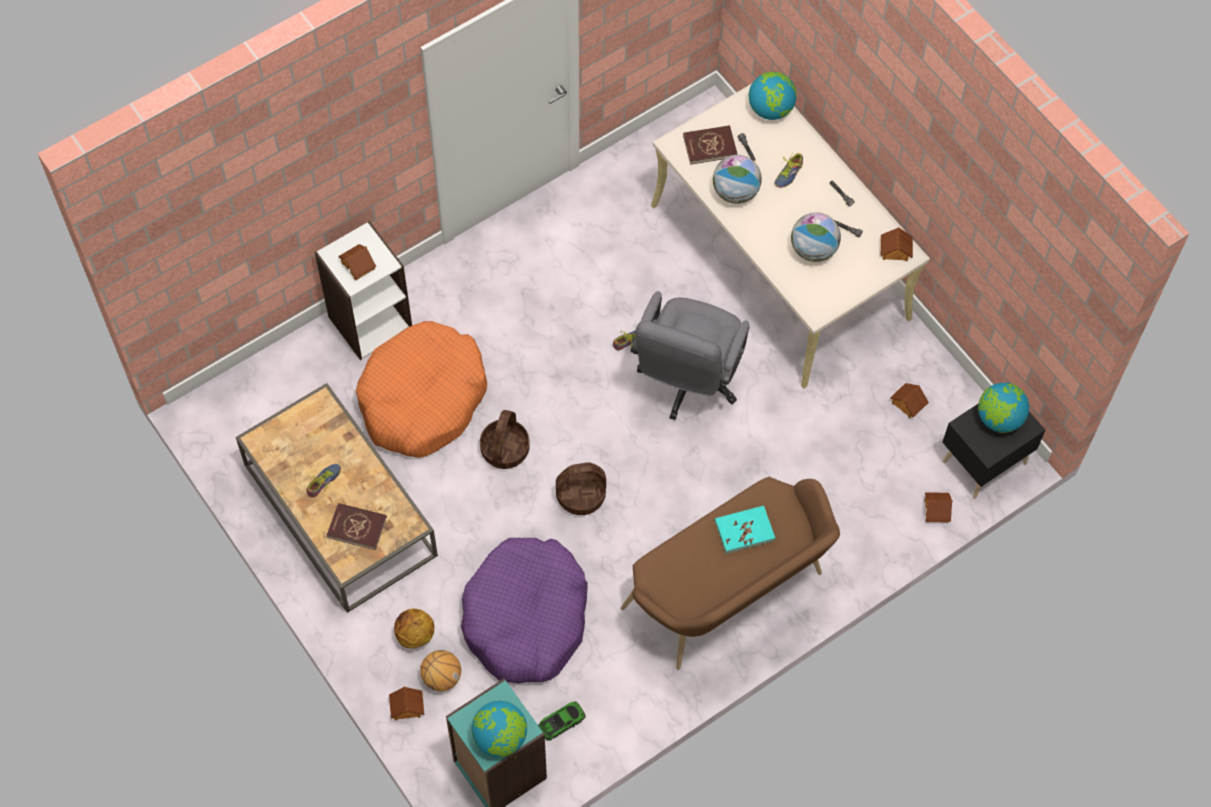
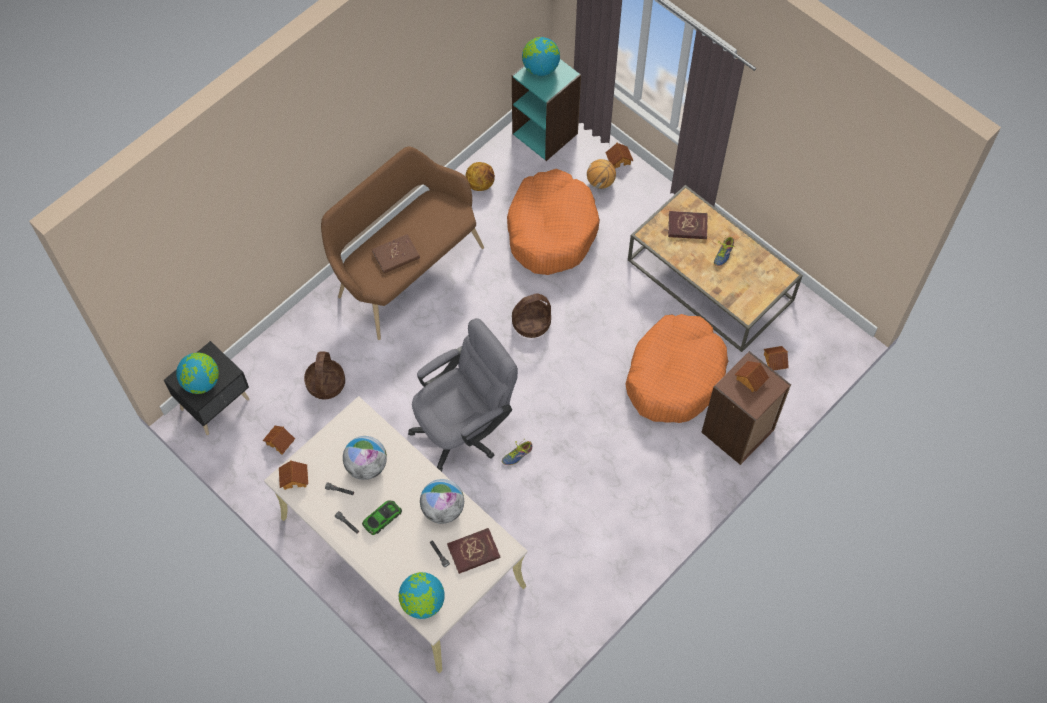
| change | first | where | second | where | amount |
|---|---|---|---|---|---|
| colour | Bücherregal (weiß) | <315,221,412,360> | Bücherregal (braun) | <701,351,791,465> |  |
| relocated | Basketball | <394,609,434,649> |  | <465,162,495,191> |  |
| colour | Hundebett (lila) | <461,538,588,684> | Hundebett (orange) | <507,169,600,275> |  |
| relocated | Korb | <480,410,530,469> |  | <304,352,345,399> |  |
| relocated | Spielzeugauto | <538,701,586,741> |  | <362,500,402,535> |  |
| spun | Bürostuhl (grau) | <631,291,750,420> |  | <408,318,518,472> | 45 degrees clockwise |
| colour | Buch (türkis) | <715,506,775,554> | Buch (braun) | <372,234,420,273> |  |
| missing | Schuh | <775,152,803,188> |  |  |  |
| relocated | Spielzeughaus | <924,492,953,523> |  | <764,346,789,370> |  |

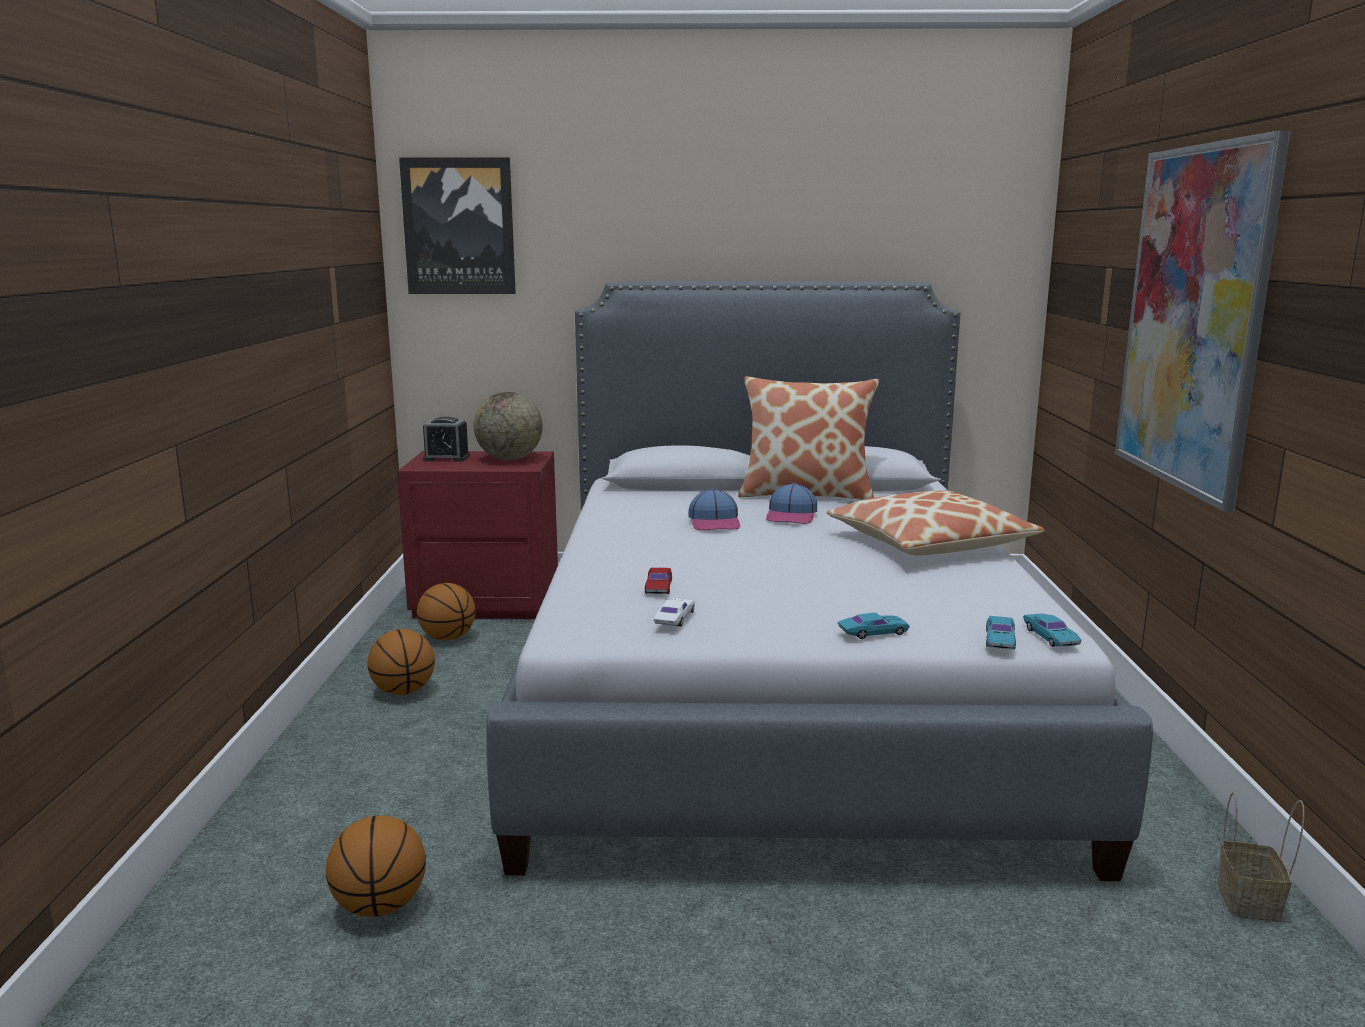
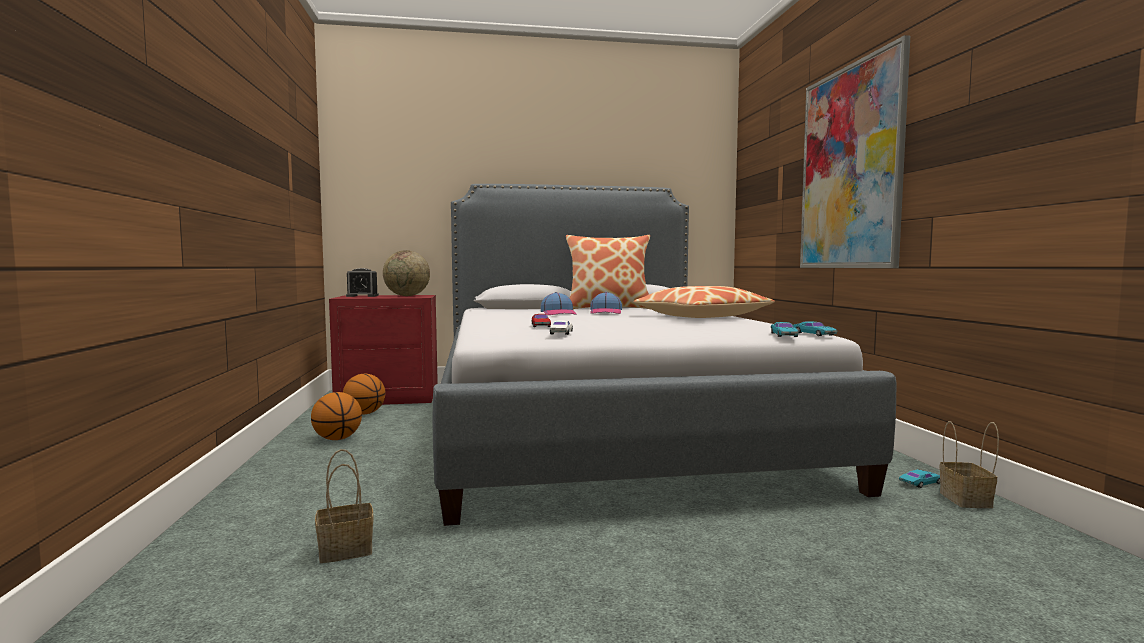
| change | first | where | second | where | amount |
|---|---|---|---|---|---|
| exchanged | Basketball | <326,815,426,917> | Korb | <315,449,374,563> |  |
| missing | Bild | <399,157,516,294> |  |  |  |
| relocated | Spielzeugauto (türkis) | <838,612,909,639> |  | <899,469,940,488> |  |

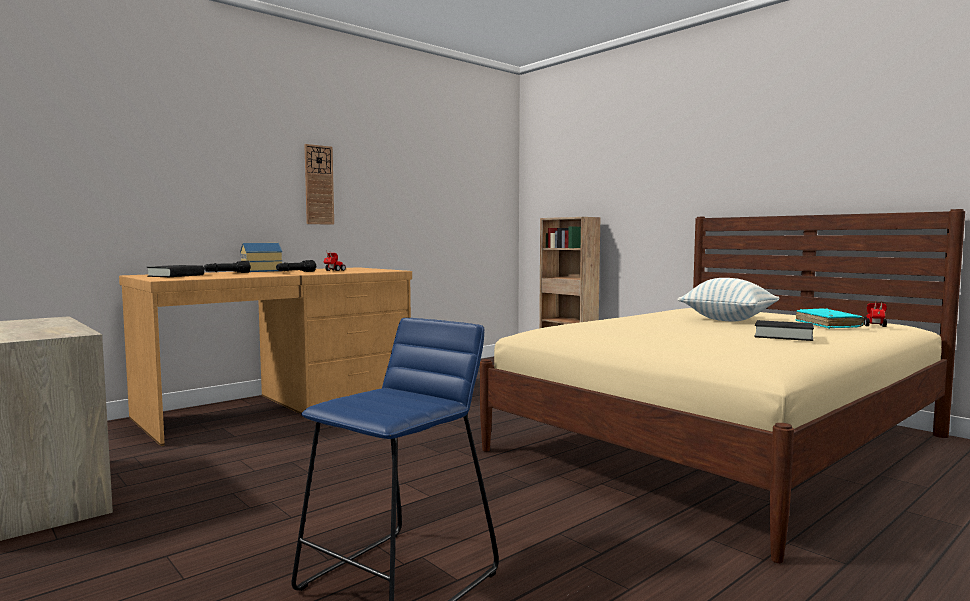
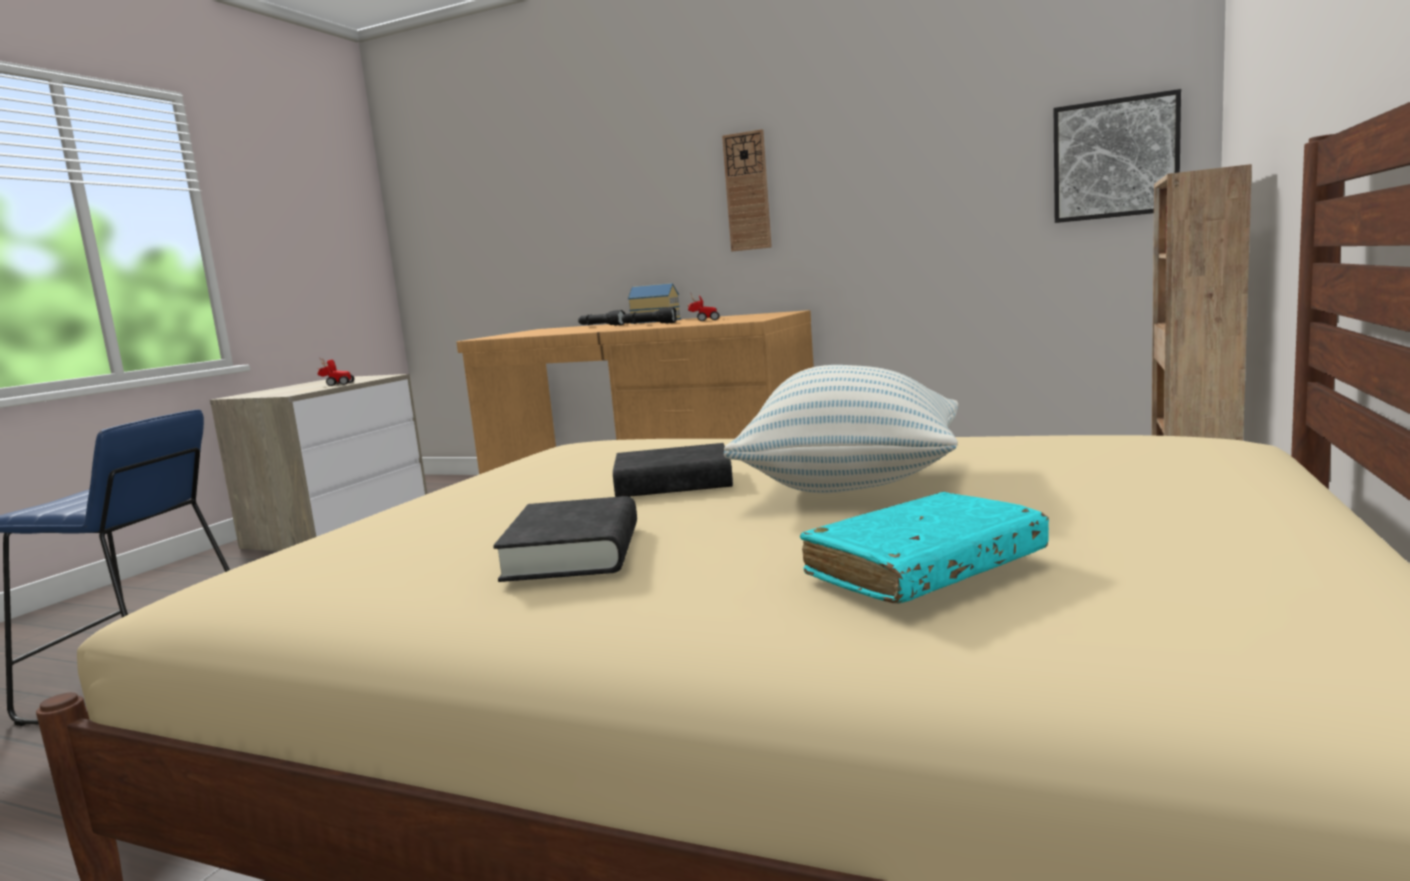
| change | first | where | second | where | amount |
|---|---|---|---|---|---|
| relocated | Buch (schwarz) | <147,265,204,277> |  | <613,443,733,497> |  |
| relocated | Spielzeugauto | <864,302,887,327> |  | <317,358,354,386> |  |
| appeared |  |  | Bild | <1054,89,1181,223> |  |

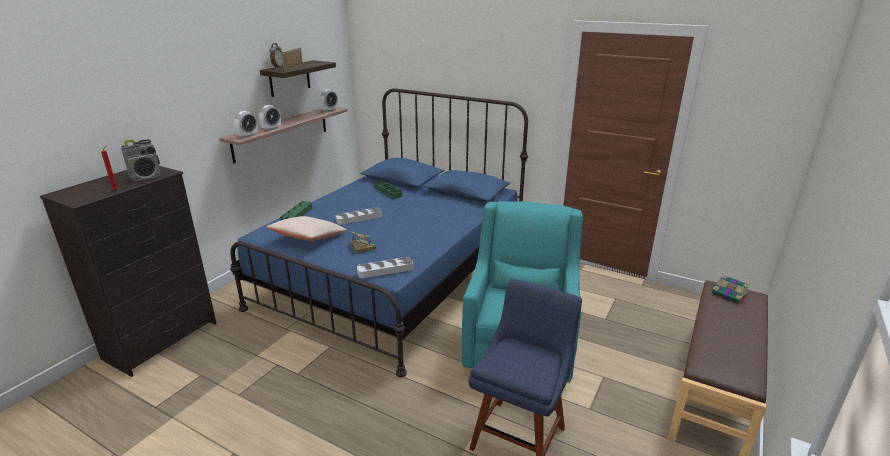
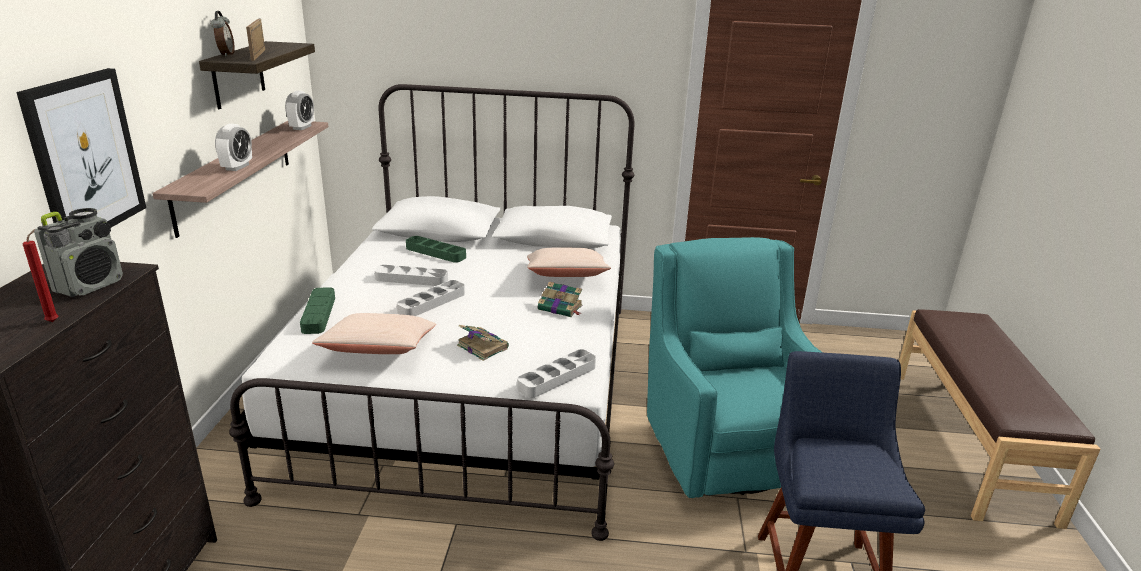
| change | first | where | second | where | amount |
|---|---|---|---|---|---|
| colour | Bett (blau) | <230,88,528,377> | Bett (weiß) | <229,84,634,541> |  |
| missing | Wecker | <234,111,258,138> |  |  |  |
| relocated | Buch | <712,275,750,304> |  | <538,281,583,317> |  |
| appeared |  |  | Bild | <16,68,146,227> |  |
| appeared |  |  | Tablett (grau) | <375,265,448,286> |  |
| appeared |  |  | Kissen (beige) | <527,248,611,277> |  |

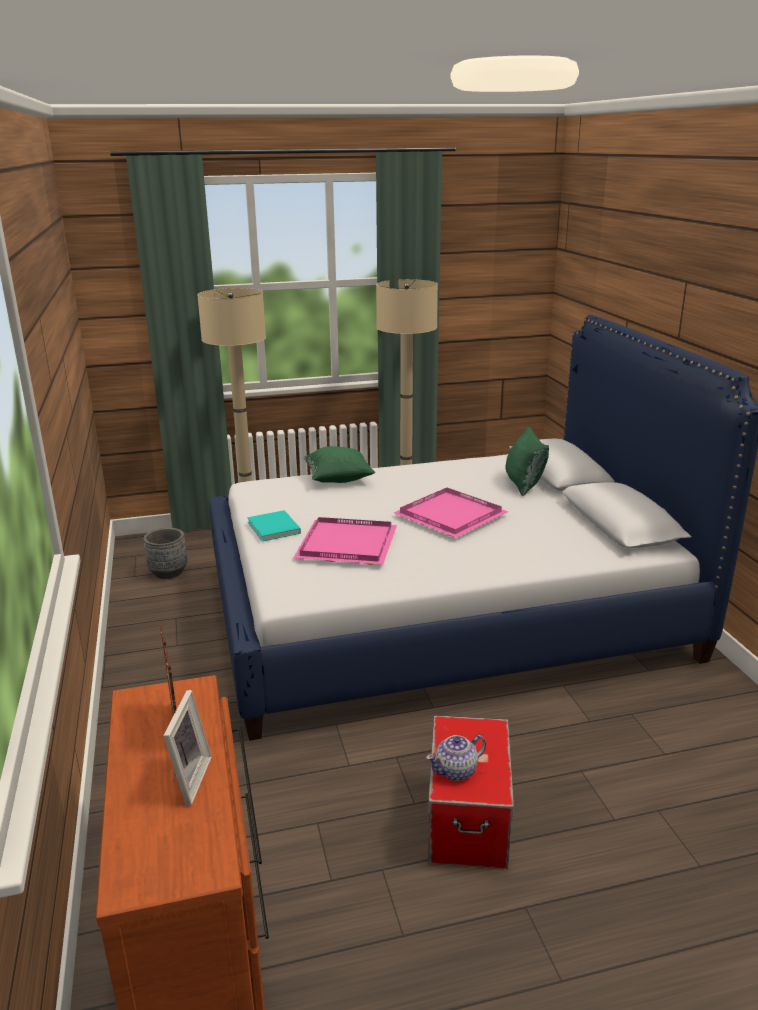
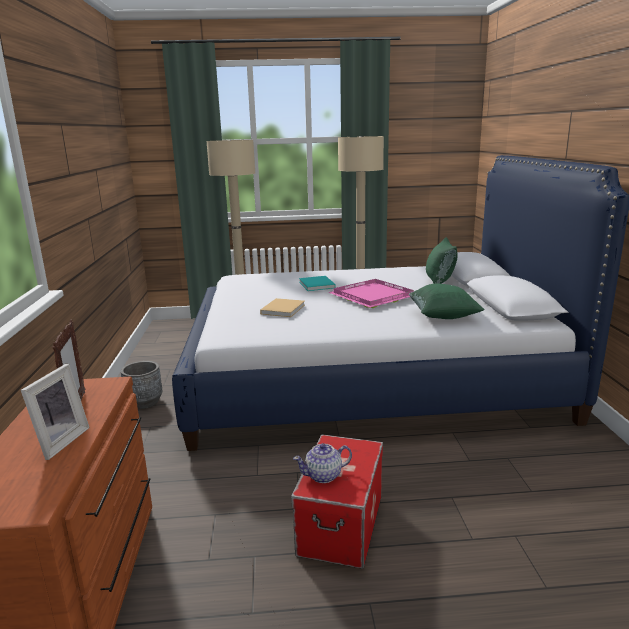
| change | first | where | second | where | amount |
|---|---|---|---|---|---|
| relocated | Pflanzkübel (grau) | <144,528,187,579> |  | <121,361,162,409> |  |
| relocated | Buch (türkis) | <247,510,301,542> |  | <299,276,336,291> |  |
| exchanged | Tablett (rosa) | <293,517,397,565> | Buch (beige) | <260,298,305,317> |  |
| relocated | Kissen (grün) | <303,446,375,483> |  | <408,284,485,319> |  |

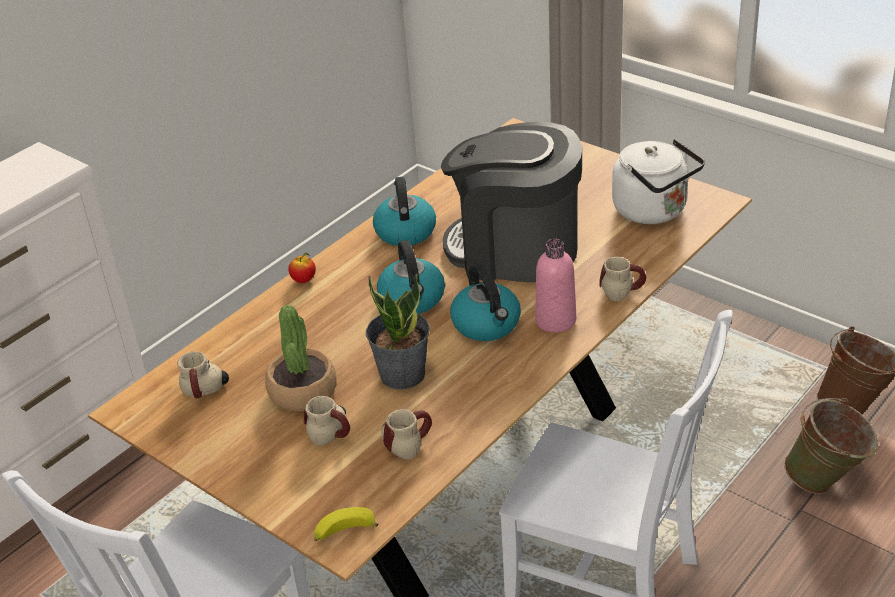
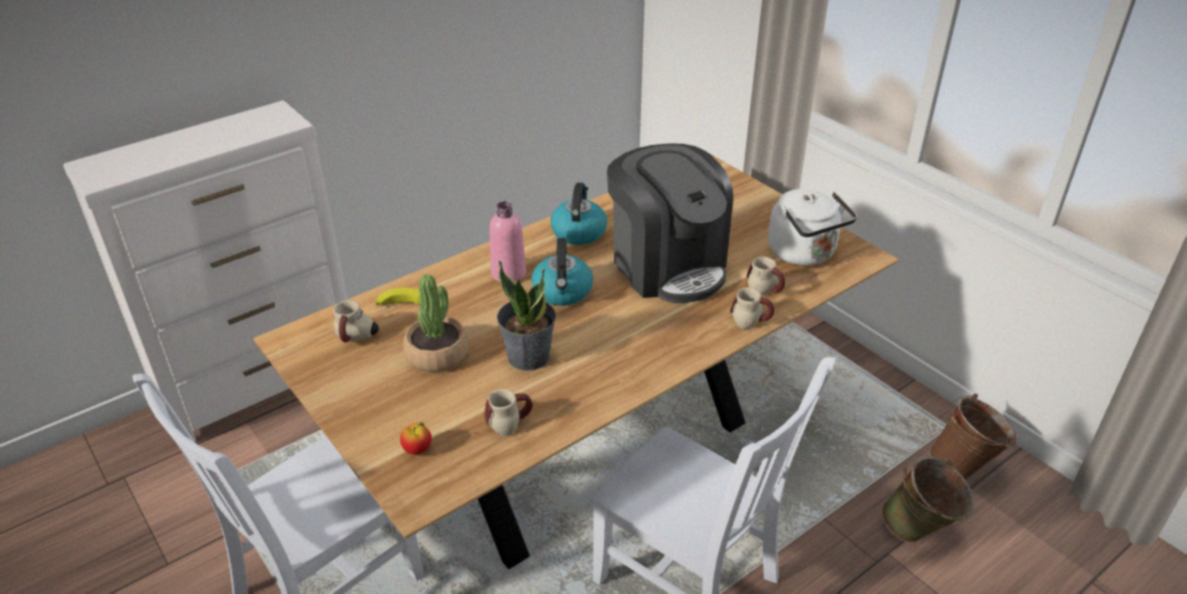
| change | first | where | second | where | amount |
|---|---|---|---|---|---|
| relocated | Apfel | <289,253,316,283> |  | <400,423,432,455> |  |
| relocated | Henkelbecher | <304,396,350,445> |  | <747,257,785,295> |  |
| relocated | Banane | <314,507,379,541> |  | <375,287,420,305> |  |
| spun | Kaffeemaschine | <441,122,582,282> |  | <607,144,733,303> | 150 degrees counterclockwise |
| missing | Wasserkessel | <450,264,521,341> |  |  |  |
| relocated | Flasche (rosa) | <535,239,576,333> |  | <489,201,526,282> |  |

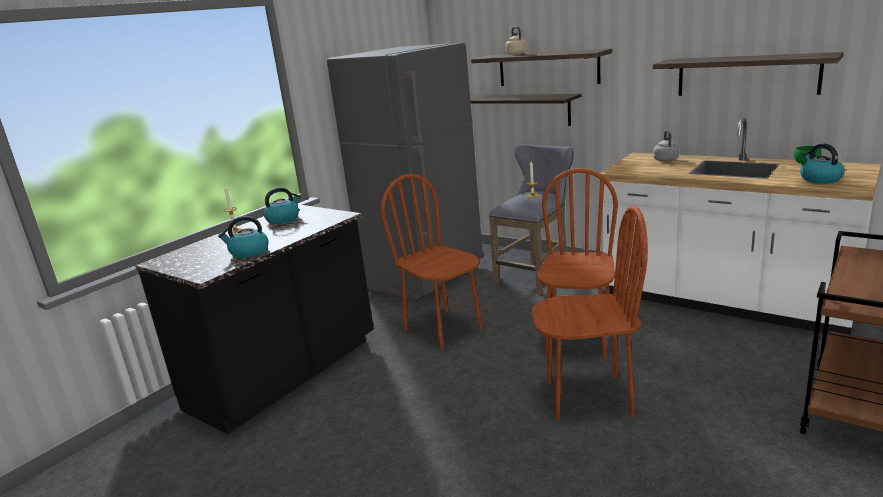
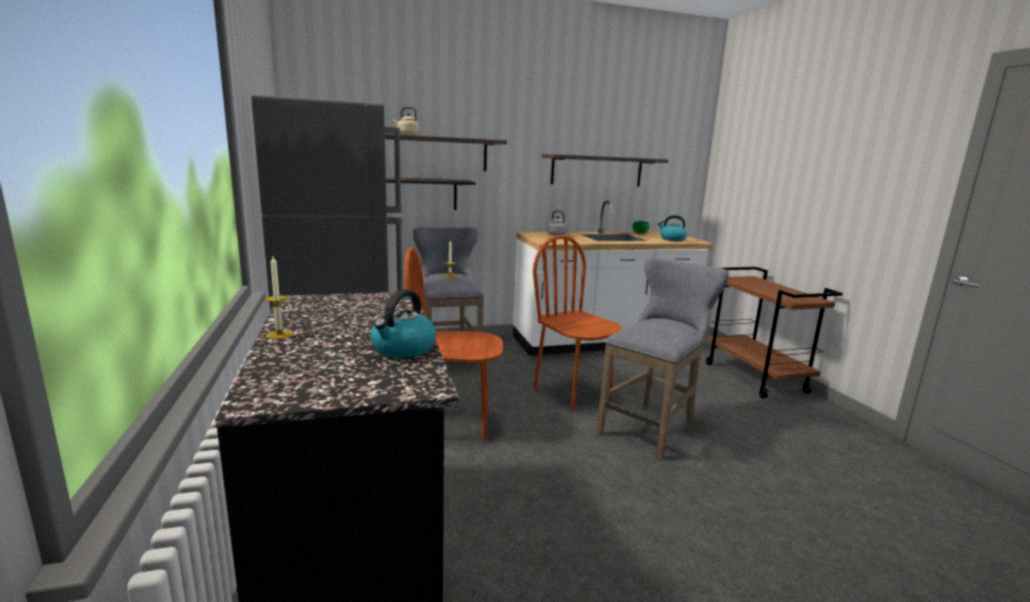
| change | first | where | second | where | amount |
|---|---|---|---|---|---|
| missing | Wasserkessel | <263,187,301,224> |  |  |  |
| exchanged | Stuhl (braun) | <532,206,648,420> | Hocker (grau) | <597,257,728,460> |  |

